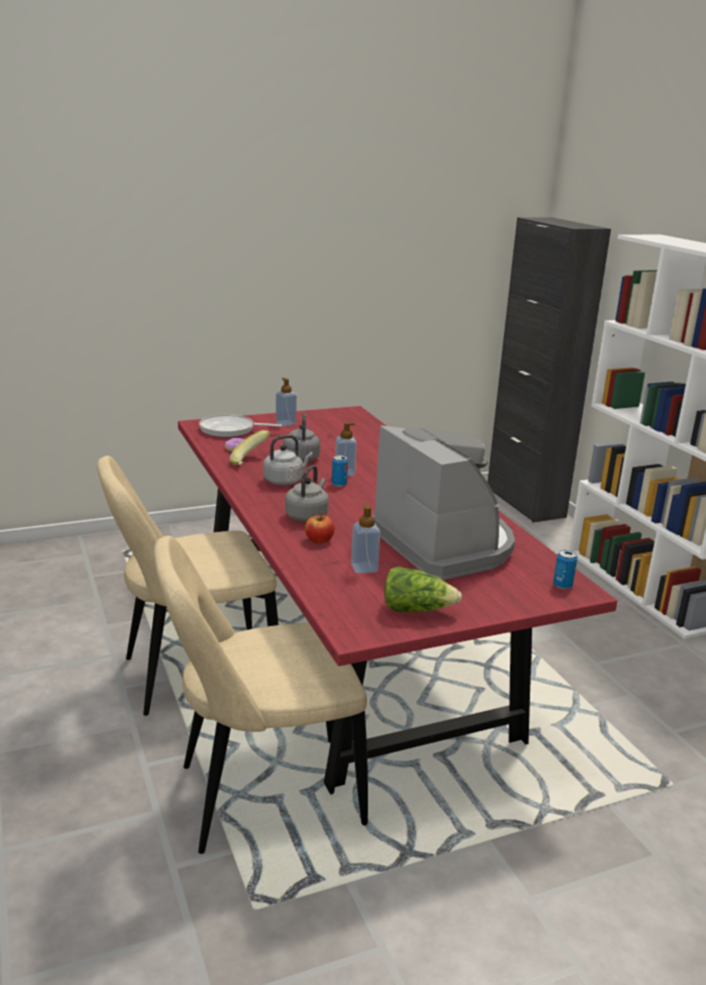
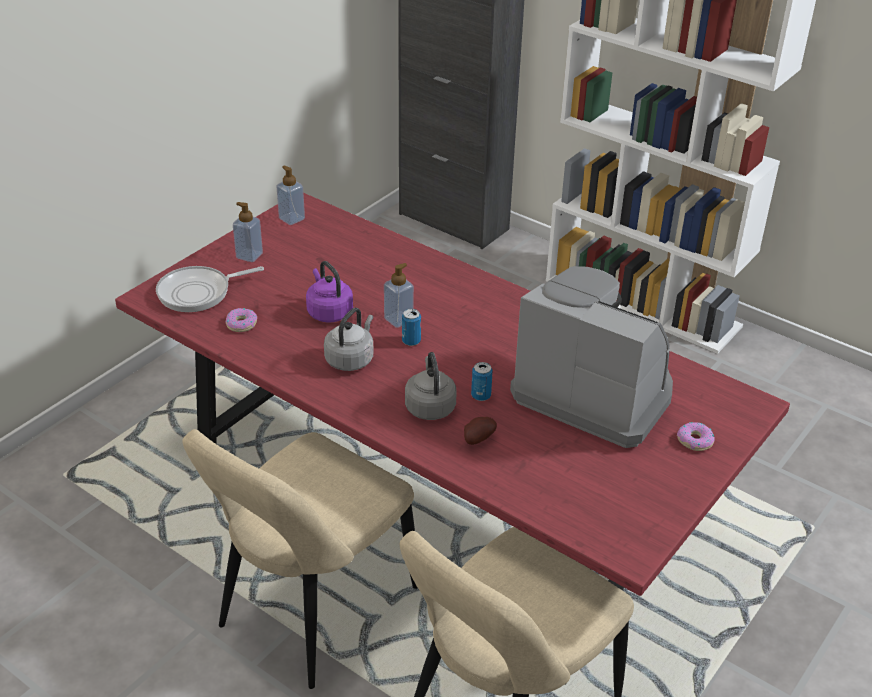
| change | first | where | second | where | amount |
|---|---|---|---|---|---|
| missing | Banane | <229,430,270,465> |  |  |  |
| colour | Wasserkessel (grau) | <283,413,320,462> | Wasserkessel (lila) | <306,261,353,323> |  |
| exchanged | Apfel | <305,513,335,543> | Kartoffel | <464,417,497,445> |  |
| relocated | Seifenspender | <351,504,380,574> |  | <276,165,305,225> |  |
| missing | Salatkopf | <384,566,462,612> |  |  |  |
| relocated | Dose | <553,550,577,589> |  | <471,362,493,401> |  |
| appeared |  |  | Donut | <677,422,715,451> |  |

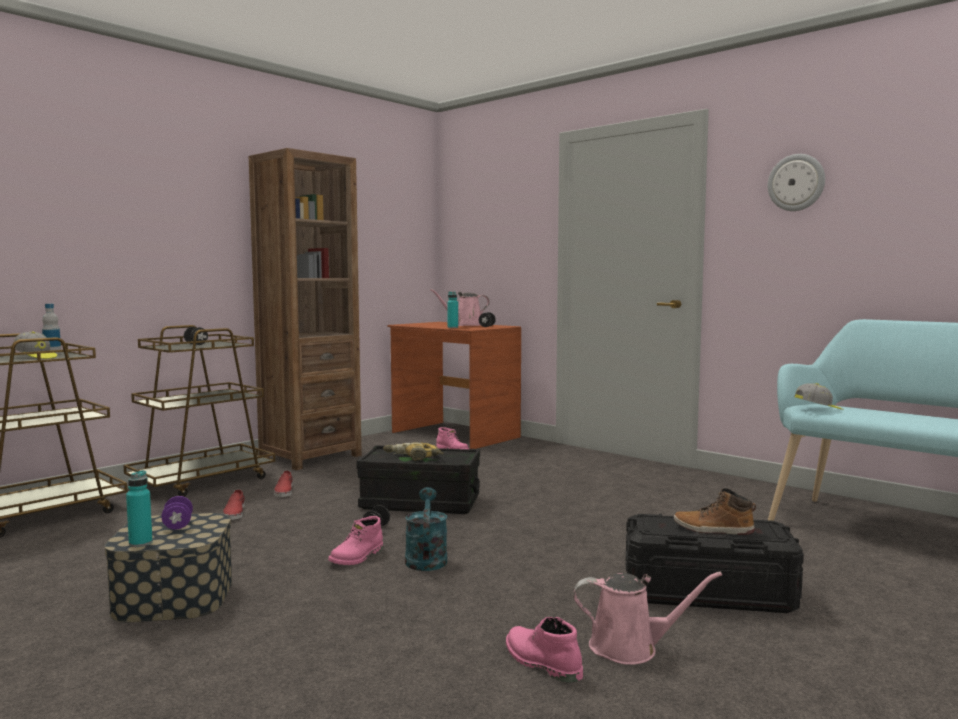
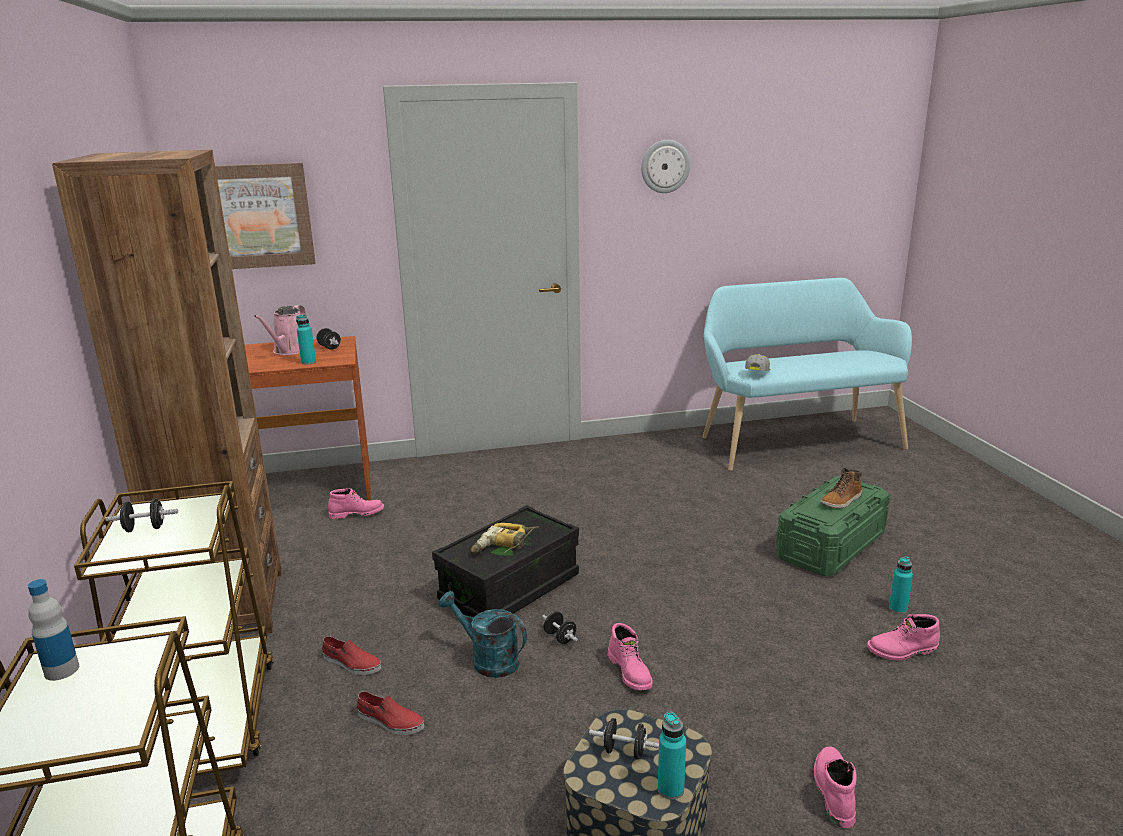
| change | first | where | second | where | amount |
|---|---|---|---|---|---|
| missing | Kappe | <14,332,57,359> |  |  |  |
| colour | Hantel (lila) | <161,496,193,530> | Hantel (schwarz) | <589,718,659,759> |  |
| relocated | Gießkanne (türkis) | <405,487,447,571> |  | <439,591,527,678> |  |
| exchanged | Gießkanne (rosa) | <573,572,722,665> | Flasche (türkis) | <889,556,913,614> |  |
| colour | Aufbewahrungsbox (schwarz) | <625,514,804,613> | Aufbewahrungsbox (grün) | <776,476,890,576> |  |
| appeared |  |  | Bild | <215,163,315,269> |  |
| appeared |  |  | Stiefel (rosa) | <814,746,857,828> |  |

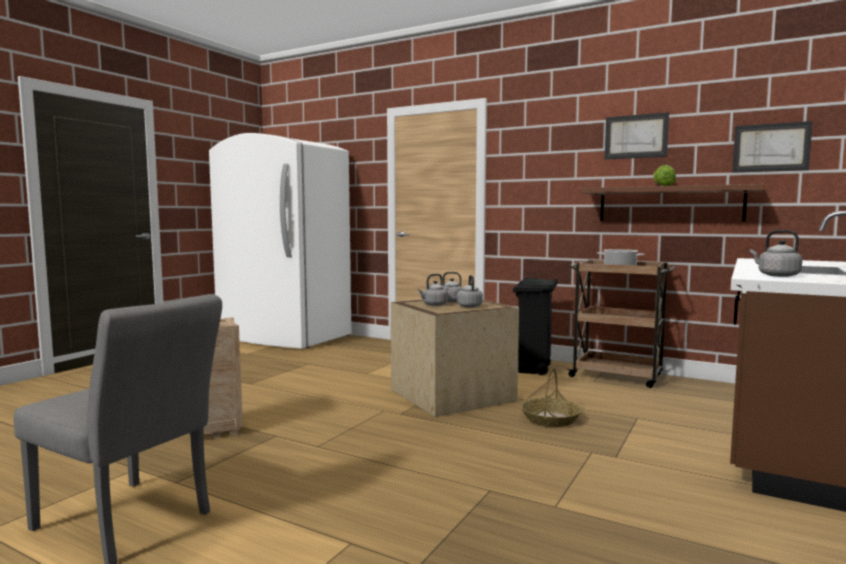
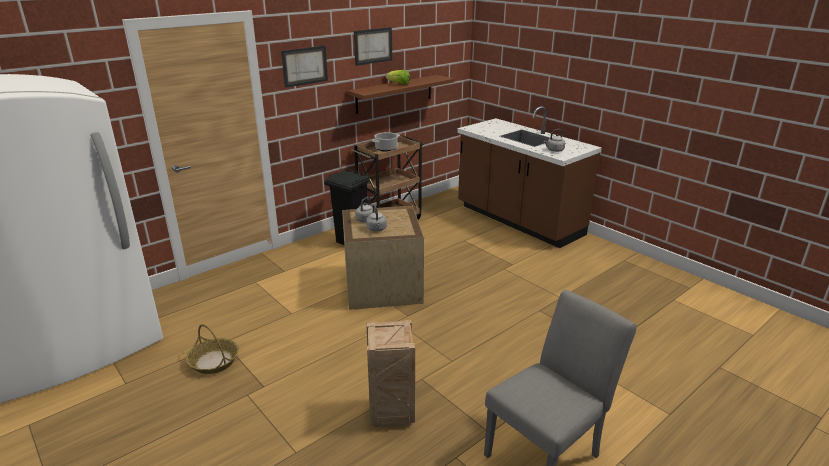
| change | first | where | second | where | amount |
|---|---|---|---|---|---|
| missing | Wasserkessel (grau) | <457,275,483,308> |  |  |  |
| relocated | Korb | <520,368,582,427> |  | <186,324,239,374> |  |
| relocated | Bild | <732,121,813,173> |  | <281,46,328,88> |  |

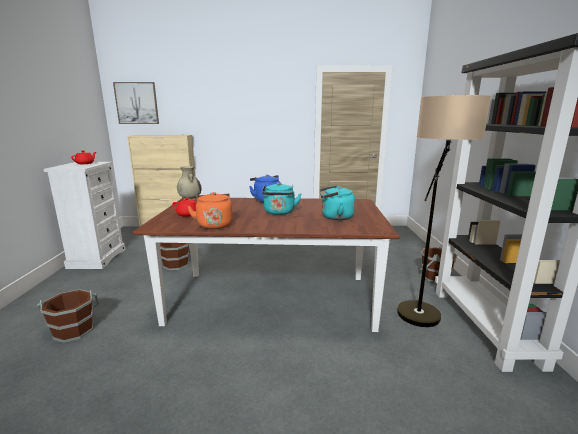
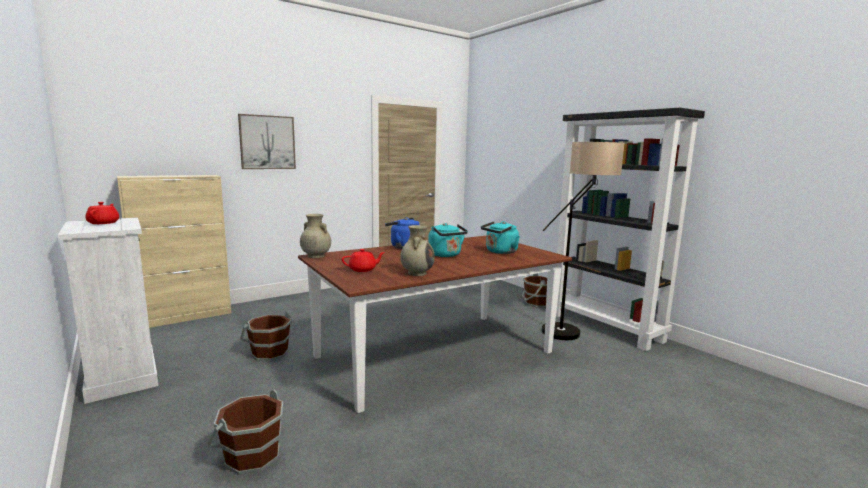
| change | first | where | second | where | amount |
|---|---|---|---|---|---|
| relocated | Bild | <113,82,159,124> |  | <238,114,296,169> |  |
| exchanged | Wasserkessel (orange) | <187,192,233,229> | Vase (beige) | <400,225,435,276> |  |

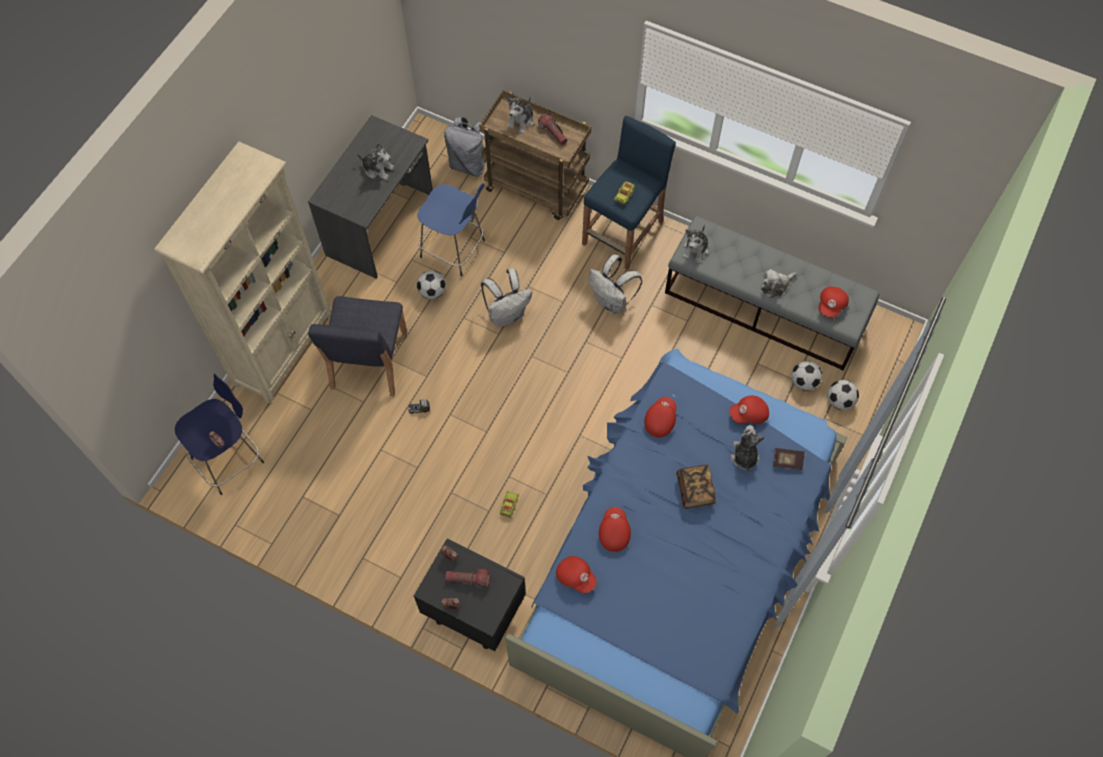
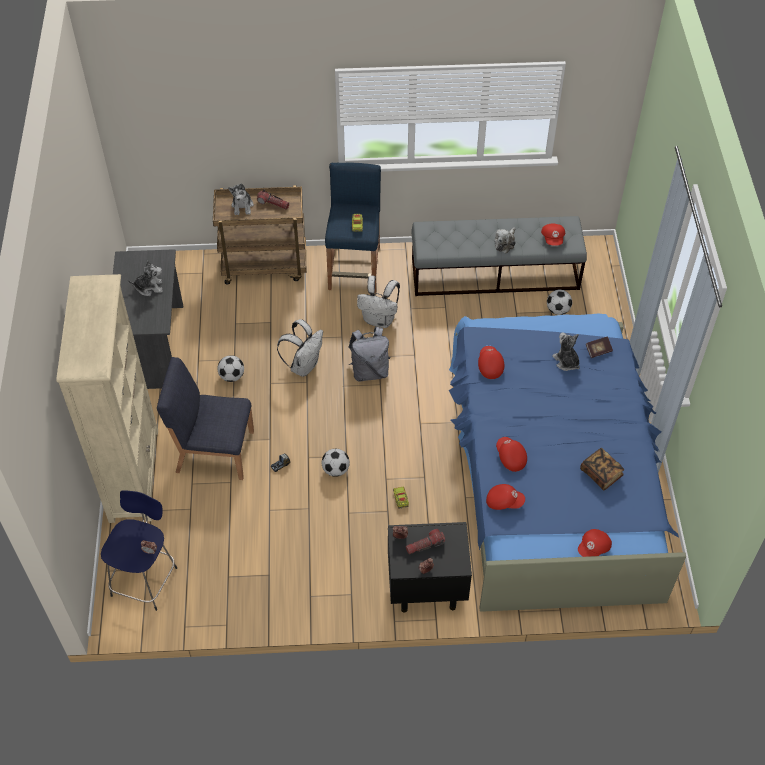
| change | first | where | second | where | amount |
|---|---|---|---|---|---|
| spun | Stuhl (blau) | <308,296,407,396> |  | <157,357,254,480> | 120 degrees clockwise |
| missing | Hocker (blau) | <418,183,485,276> |  |  |  |
| relocated | Rucksack (grau) | <444,117,492,176> |  | <348,327,390,382> |  |
| relocated | Buch | <676,464,716,509> |  | <580,448,624,490> |  |
| missing | Plüschtier | <683,225,709,264> |  |  |  |
| relocated | Kappe (rot) | <729,396,769,424> |  | <578,529,612,557> |  |
| relocated | Fußball | <828,380,859,410> |  | <322,449,350,477> |  |

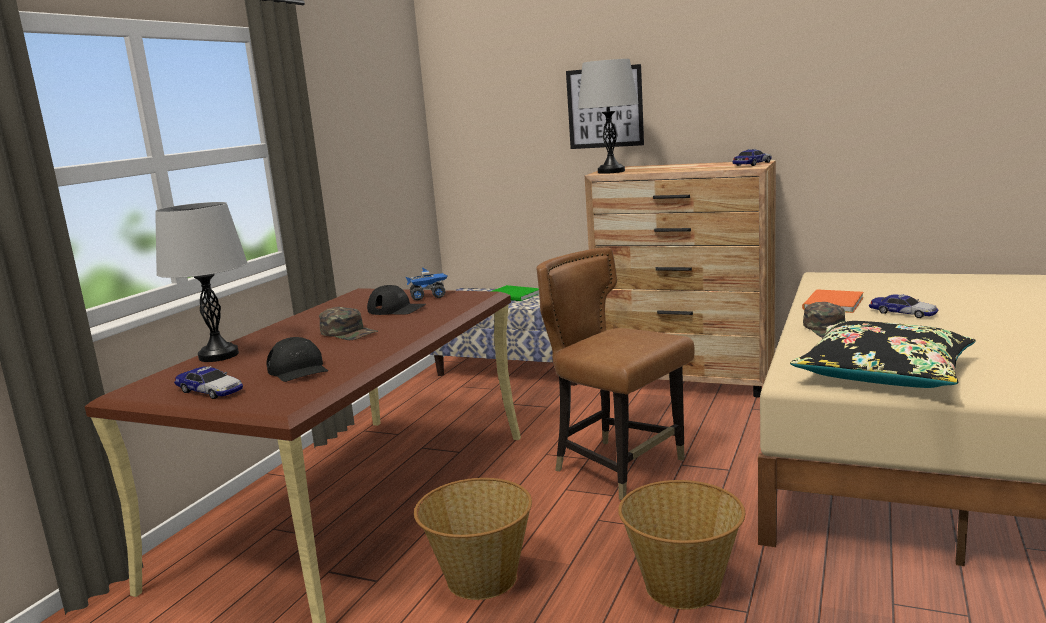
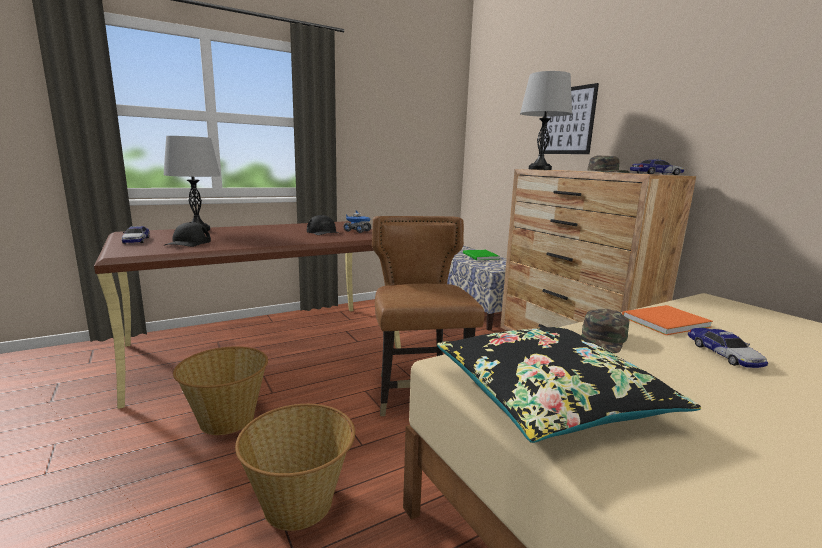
| change | first | where | second | where | amount |
|---|---|---|---|---|---|
| relocated | Kappe (grün) | <319,307,378,340> |  | <588,155,629,173> |  |

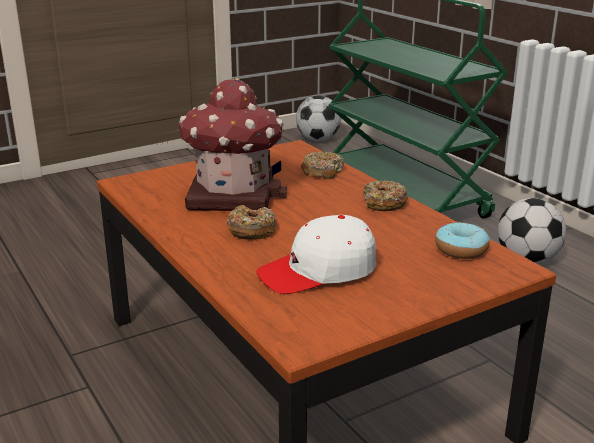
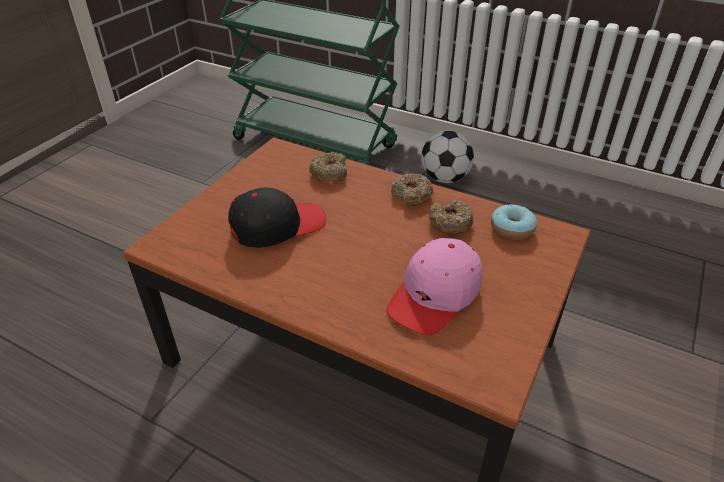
| change | first | where | second | where | amount |
|---|---|---|---|---|---|
| exchanged | Spielzeughaus | <178,78,287,211> | Kappe (schwarz) | <228,187,326,248> |  |
| relocated | Donut | <227,205,277,240> |  | <429,200,473,235> |  |
| colour | Kappe (weiß) | <257,215,376,294> | Kappe (rosa) | <386,238,482,336> |  |
| missing | Fußball | <296,95,341,141> |  |  |  |

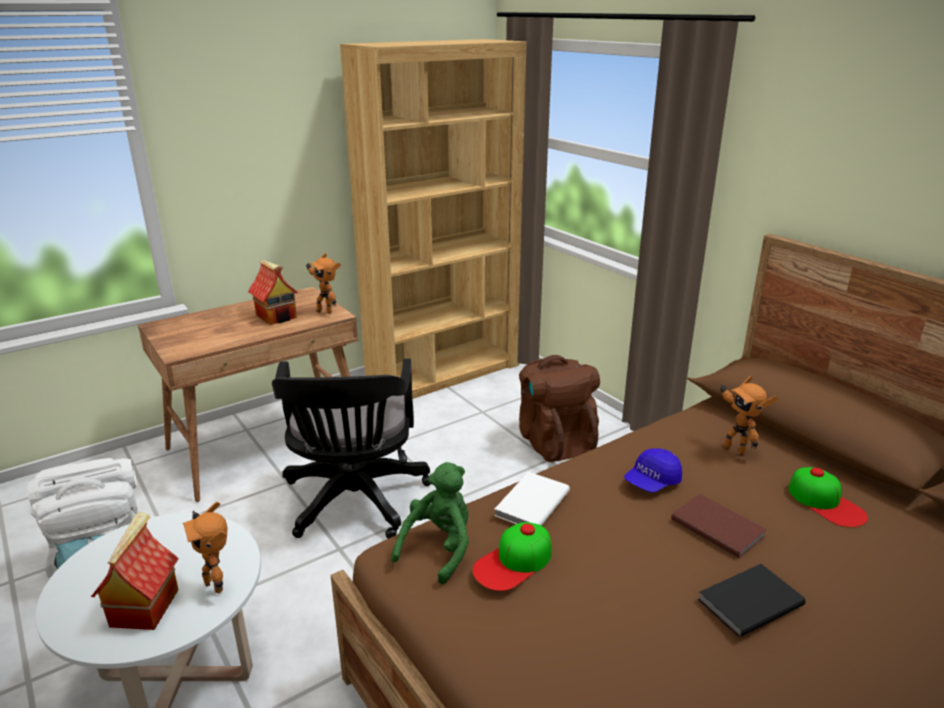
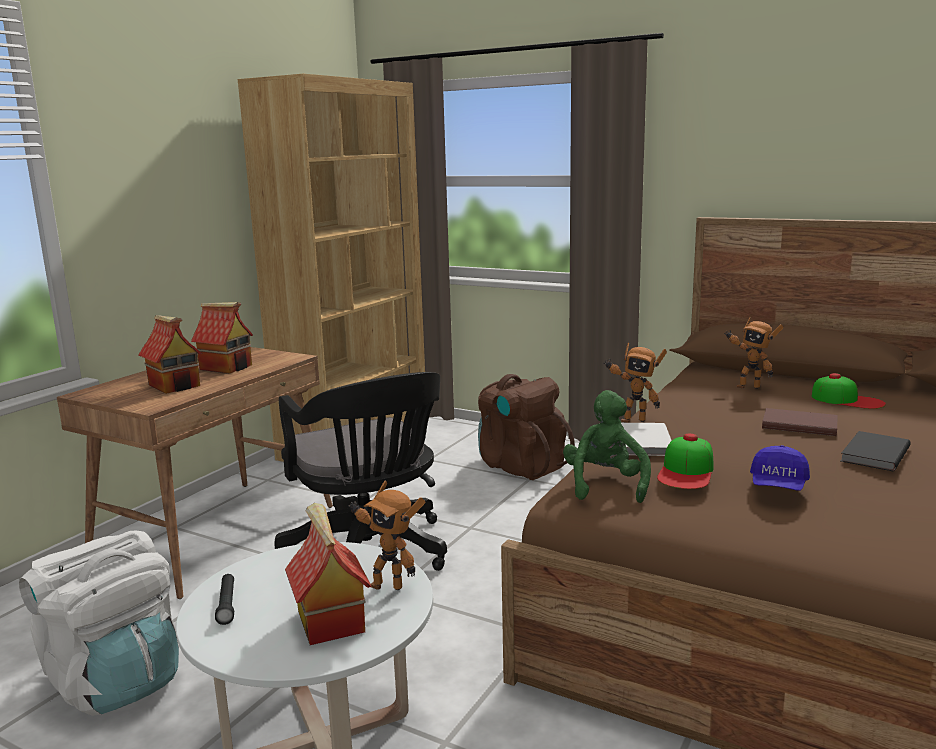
| change | first | where | second | where | amount |
|---|---|---|---|---|---|
| relocated | Spielzeugroboter | <306,253,341,314> |  | <603,342,667,423> |  |
| relocated | Kappe (blau) | <624,448,682,493> |  | <750,445,810,491> |  |
| appeared |  |  | Spielzeughaus | <138,315,202,394> |  |
| appeared |  |  | Taschenlampe (schwarz) | <215,574,234,625> |  |

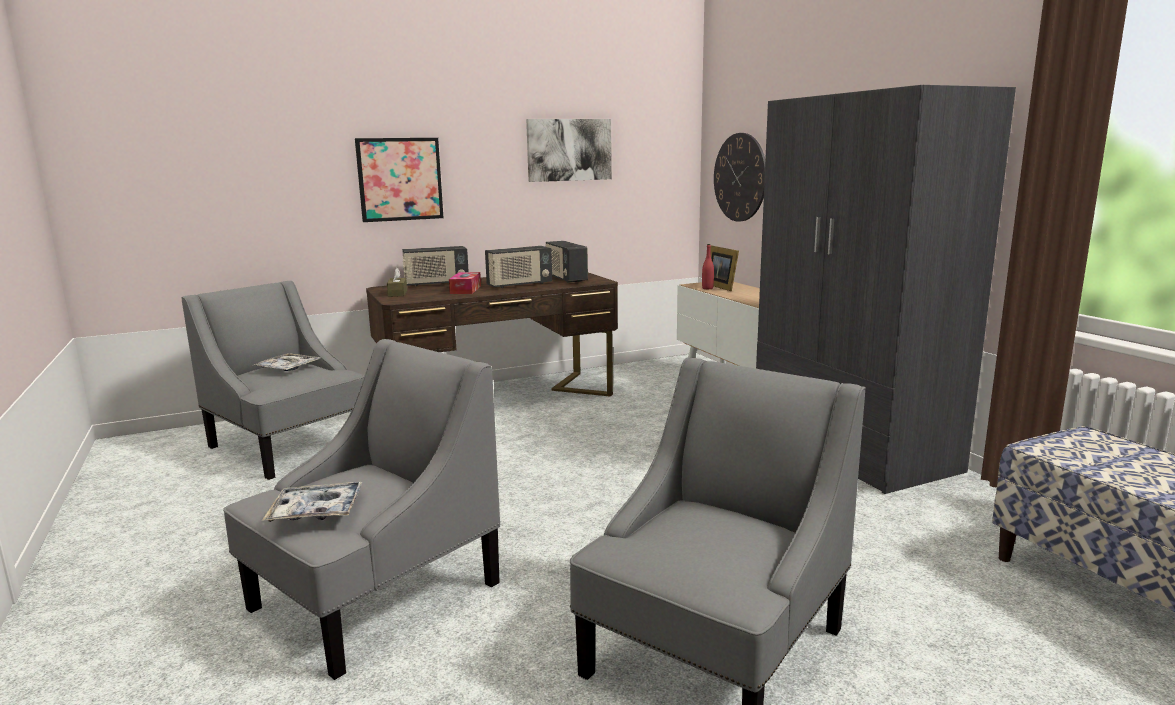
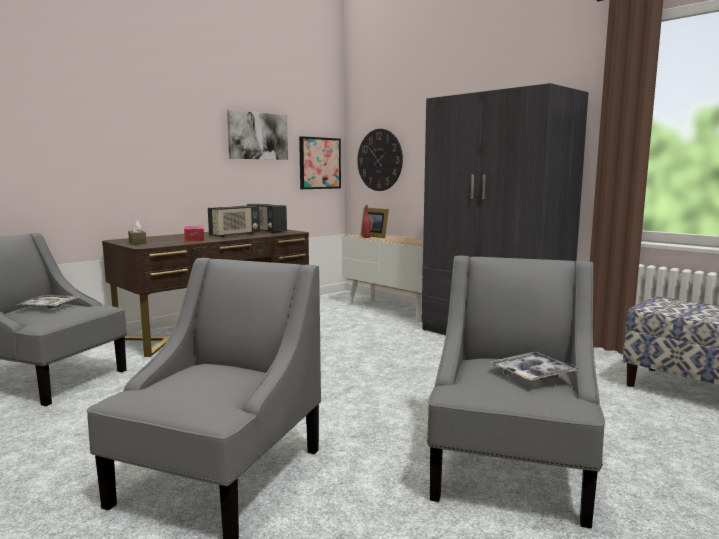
| change | first | where | second | where | amount |
|---|---|---|---|---|---|
| relocated | Tablett | <262,482,363,522> |  | <490,352,580,382> |  |
| relocated | Bild | <355,138,444,222> |  | <299,136,341,189> |  |
| missing | Radio | <402,246,469,287> |  |  |  |

